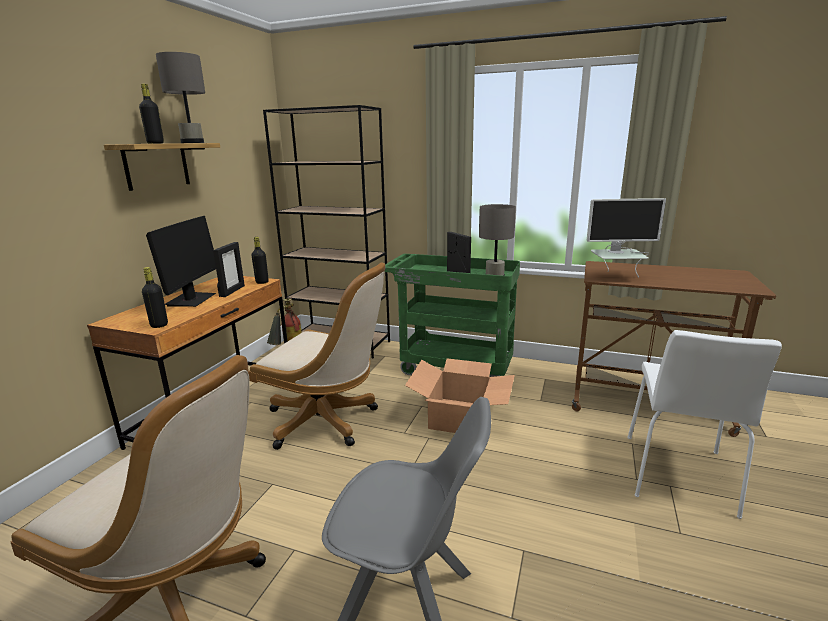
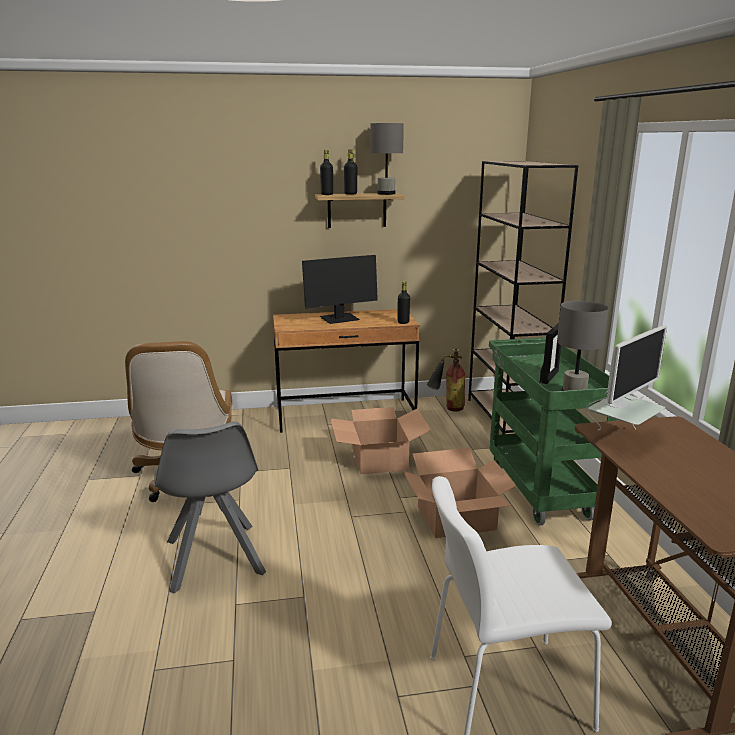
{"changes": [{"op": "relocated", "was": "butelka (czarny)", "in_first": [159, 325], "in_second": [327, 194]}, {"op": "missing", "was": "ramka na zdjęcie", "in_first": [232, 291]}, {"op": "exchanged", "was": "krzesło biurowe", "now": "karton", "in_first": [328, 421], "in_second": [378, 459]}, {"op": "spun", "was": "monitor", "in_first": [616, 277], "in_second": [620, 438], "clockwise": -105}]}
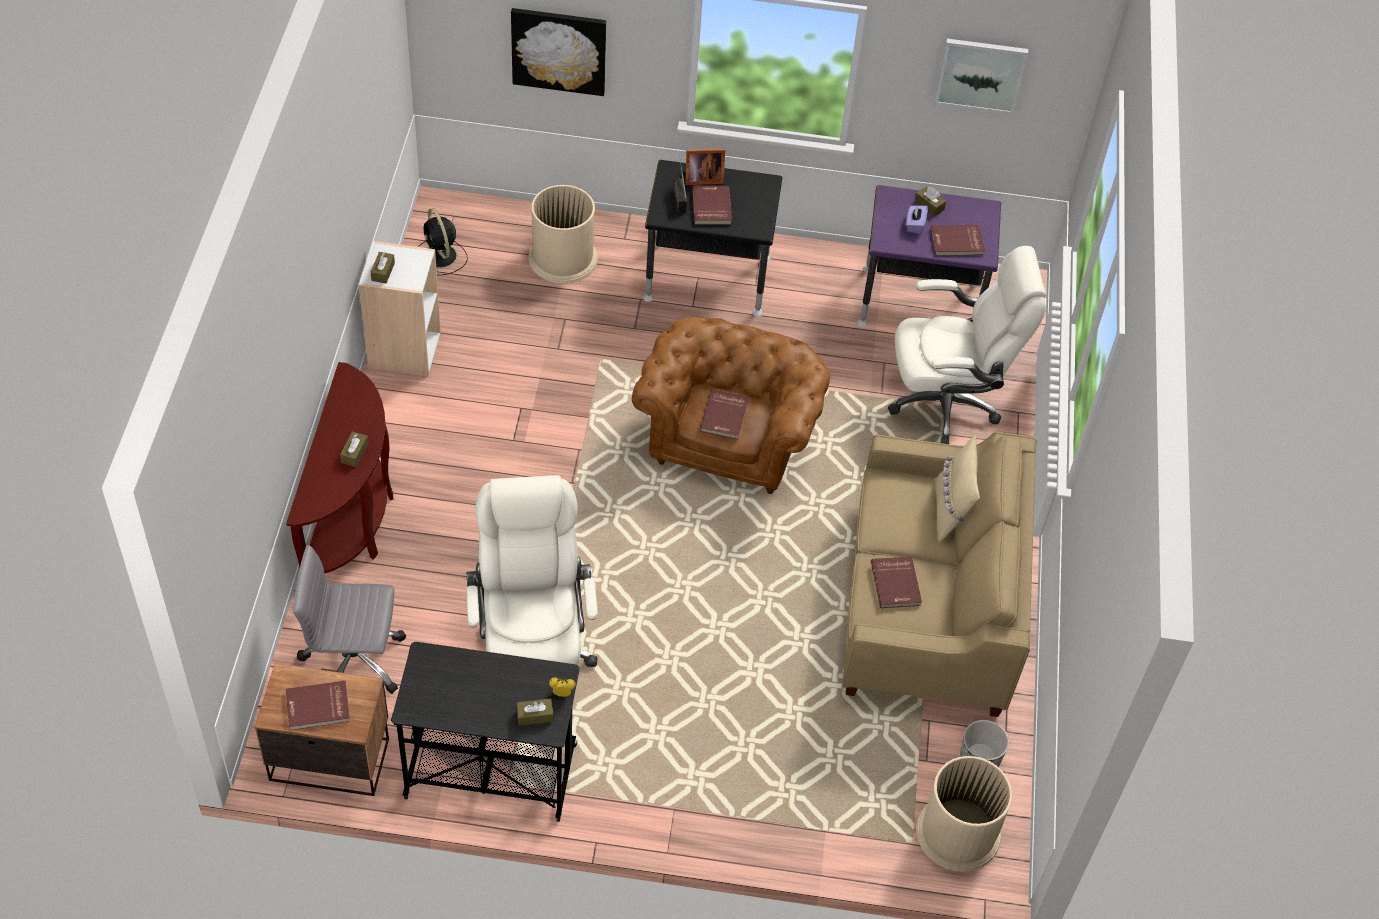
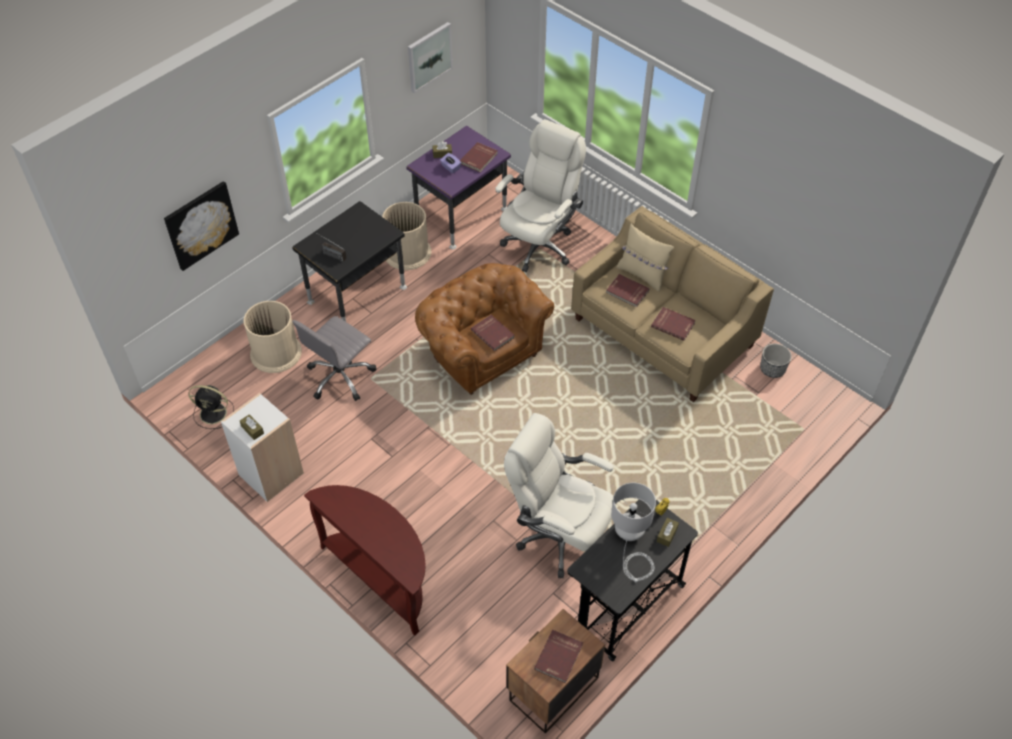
{"changes": [{"op": "relocated", "was": "krzesło biurowe (szary)", "in_first": [353, 661], "in_second": [340, 377]}, {"op": "missing", "was": "pudełko chusteczek (brązowy)", "in_first": [354, 453]}, {"op": "missing", "was": "ramka na zdjęcie", "in_first": [702, 178]}, {"op": "relocated", "was": "książka (czerwony)", "in_first": [710, 207], "in_second": [627, 292]}, {"op": "relocated", "was": "kosz na śmieci (beżowy)", "in_first": [958, 833], "in_second": [407, 252]}, {"op": "appeared", "now": "lampa stołowa (szary)", "in_second": [632, 545]}]}
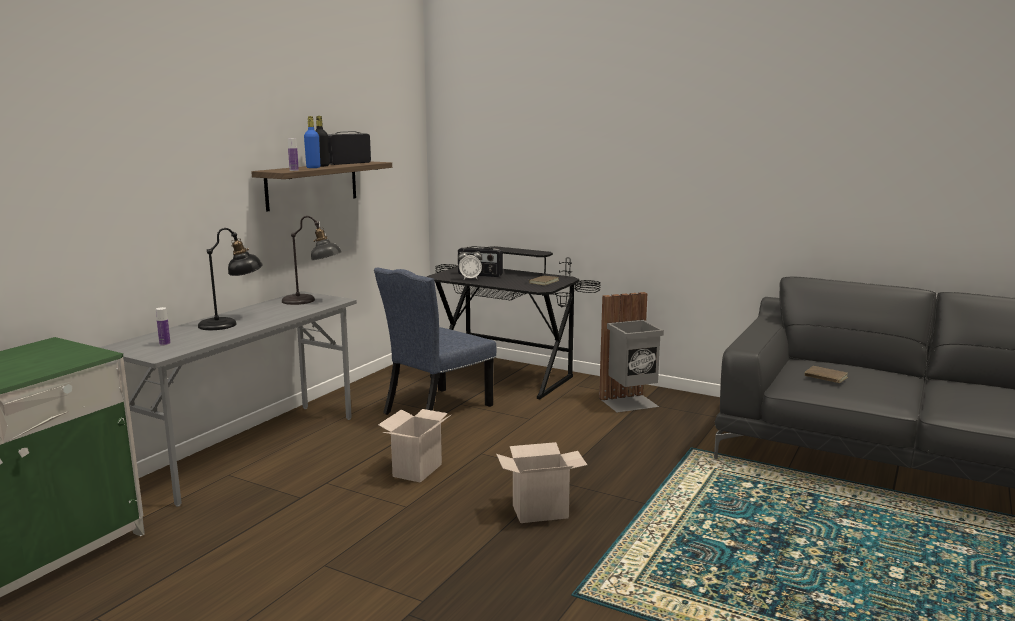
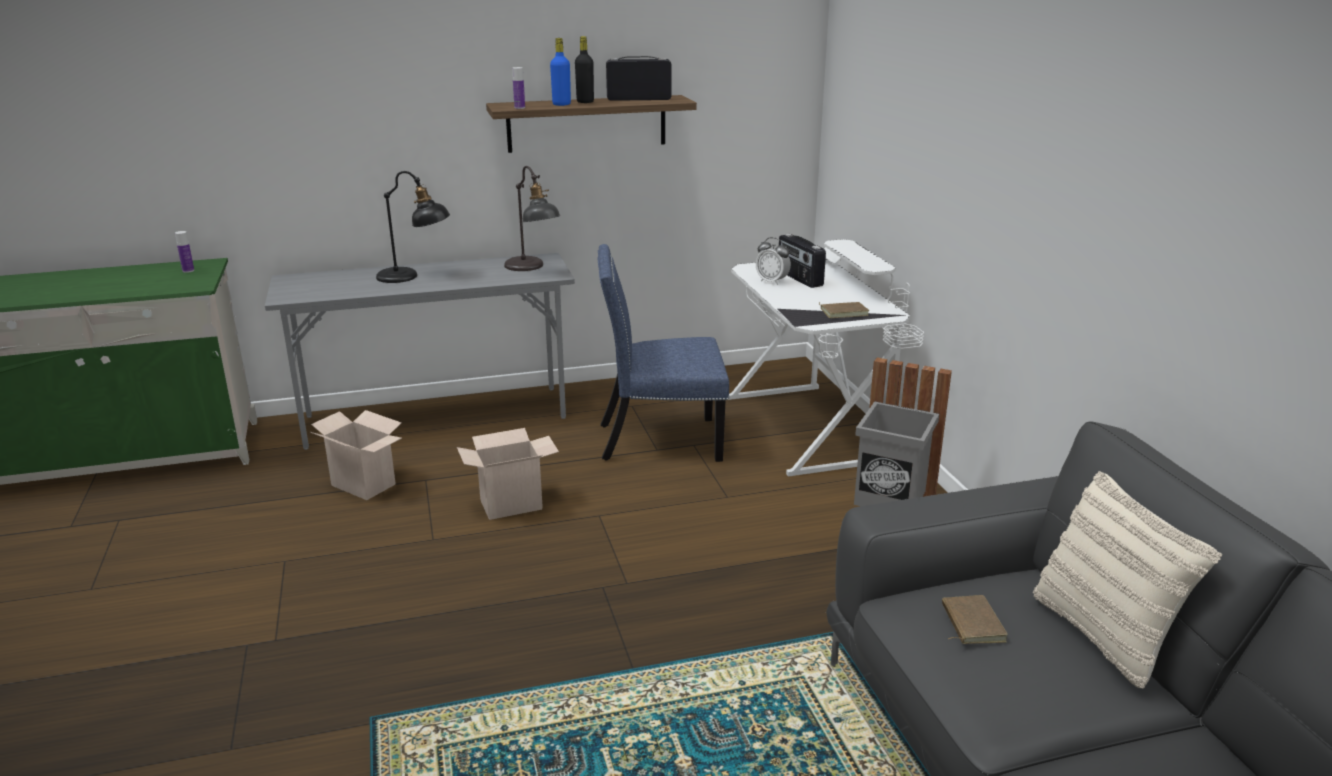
{"changes": [{"op": "relocated", "was": "butelka", "in_first": [165, 344], "in_second": [188, 270]}, {"op": "colour", "was": "biurko (czarny)", "now": "biurko (biały)", "in_first": [504, 376], "in_second": [810, 427]}, {"op": "relocated", "was": "karton", "in_first": [541, 511], "in_second": [366, 484]}, {"op": "appeared", "now": "poduszka (beżowy)", "in_second": [1104, 638]}]}
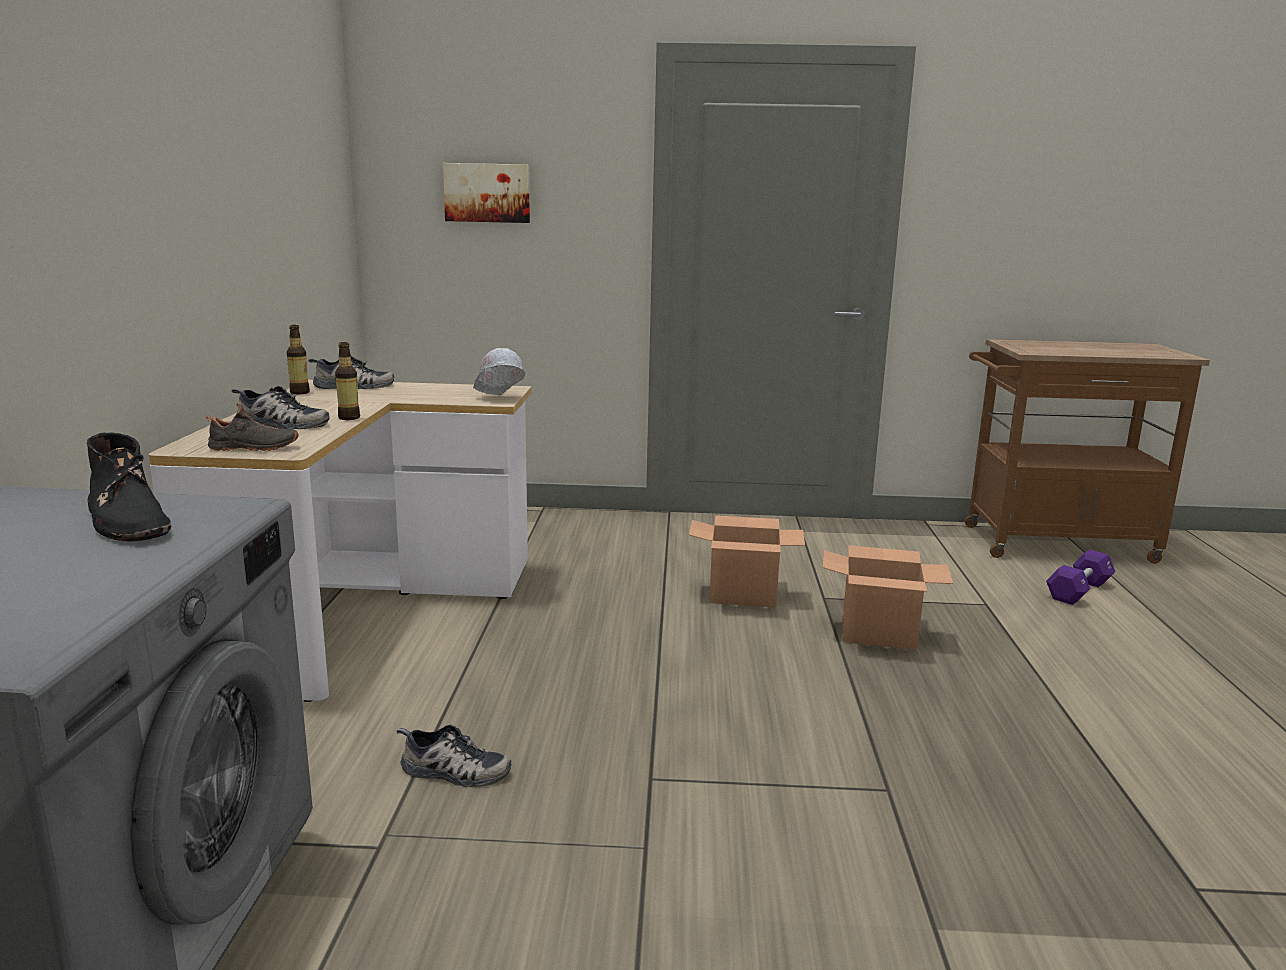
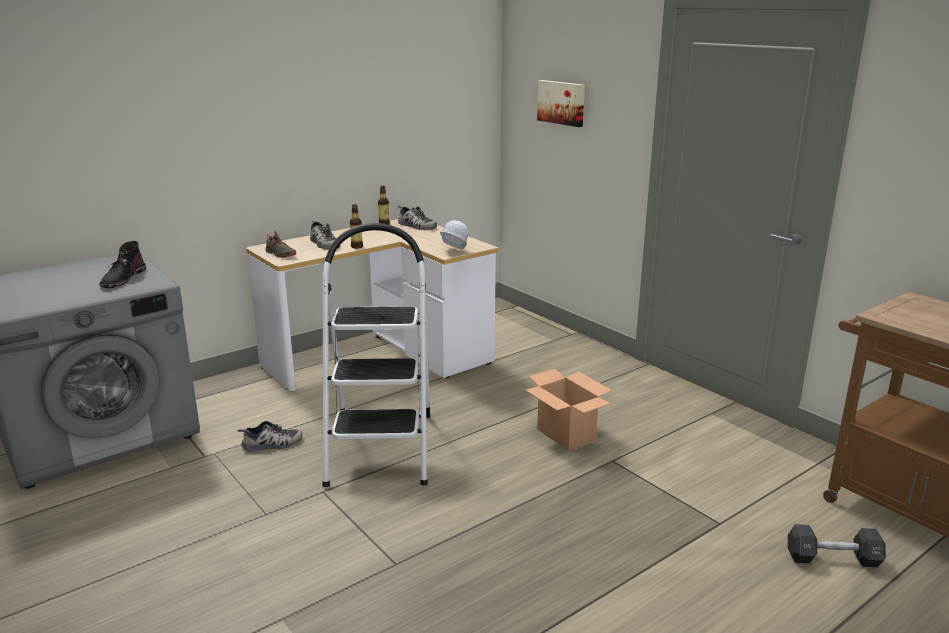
{"changes": [{"op": "spun", "was": "but", "in_first": [453, 772], "in_second": [271, 444], "clockwise": -75}, {"op": "missing", "was": "karton", "in_first": [879, 634]}, {"op": "colour", "was": "hantel (fioletowy)", "now": "hantel (czarny)", "in_first": [1078, 591], "in_second": [832, 558]}, {"op": "appeared", "now": "drabinka", "in_second": [382, 447]}]}
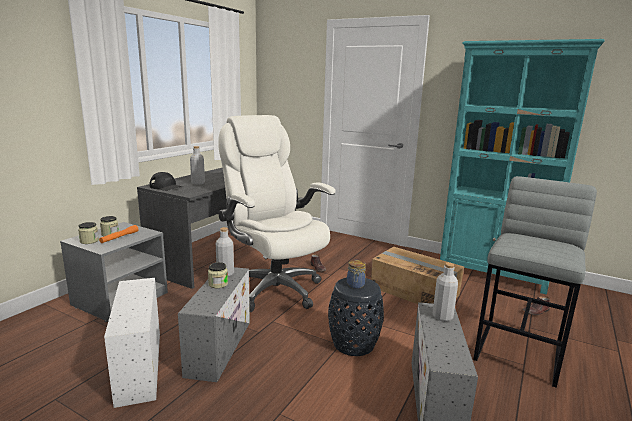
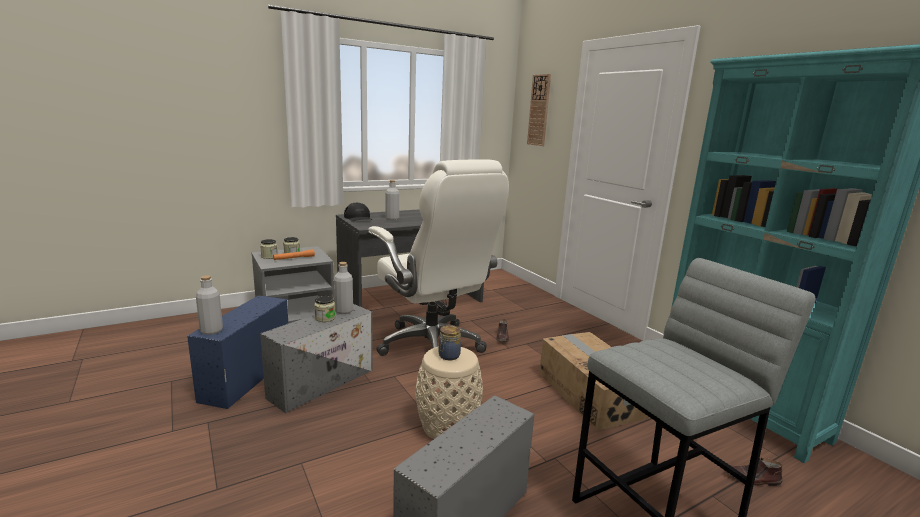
{"changes": [{"op": "colour", "was": "pojemnik do przechowywania (biały)", "now": "pojemnik do przechowywania (niebieski)", "in_first": [139, 367], "in_second": [246, 378]}, {"op": "spun", "was": "krzesło biurowe (biały)", "in_first": [275, 289], "in_second": [432, 346], "clockwise": 150}, {"op": "colour", "was": "stołek (czarny)", "now": "stołek (beżowy)", "in_first": [353, 344], "in_second": [447, 426]}, {"op": "relocated", "was": "butelka (szary)", "in_first": [442, 317], "in_second": [211, 331]}, {"op": "appeared", "now": "zegar ścienny", "in_second": [539, 110]}]}
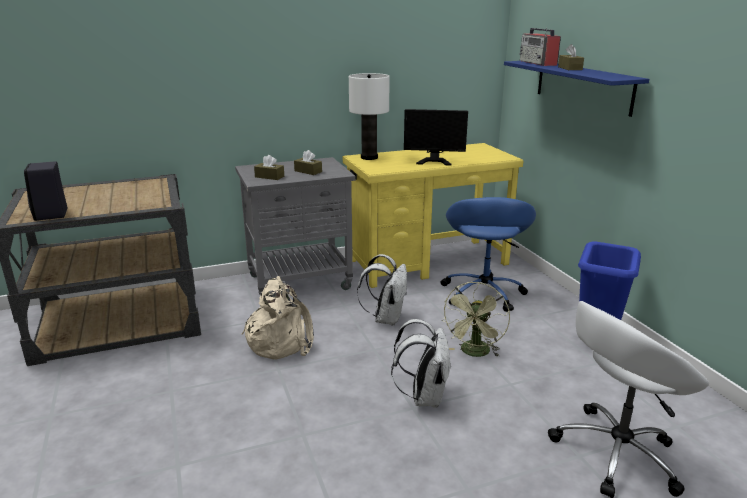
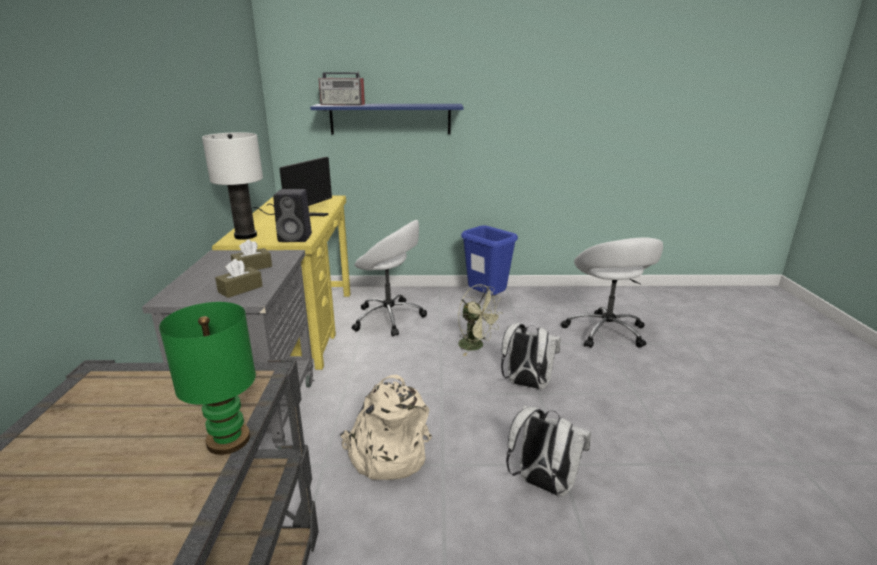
{"changes": [{"op": "relocated", "was": "głośnik (czarny)", "in_first": [51, 215], "in_second": [296, 238]}, {"op": "relocated", "was": "plecak (biały)", "in_first": [386, 318], "in_second": [542, 484]}, {"op": "colour", "was": "krzesło biurowe (niebieski)", "now": "krzesło biurowe (biały)", "in_first": [483, 295], "in_second": [390, 318]}, {"op": "missing", "was": "pudełko chusteczek (brązowy)", "in_first": [570, 68]}, {"op": "appeared", "now": "lampa stołowa (zielony)", "in_second": [229, 440]}]}
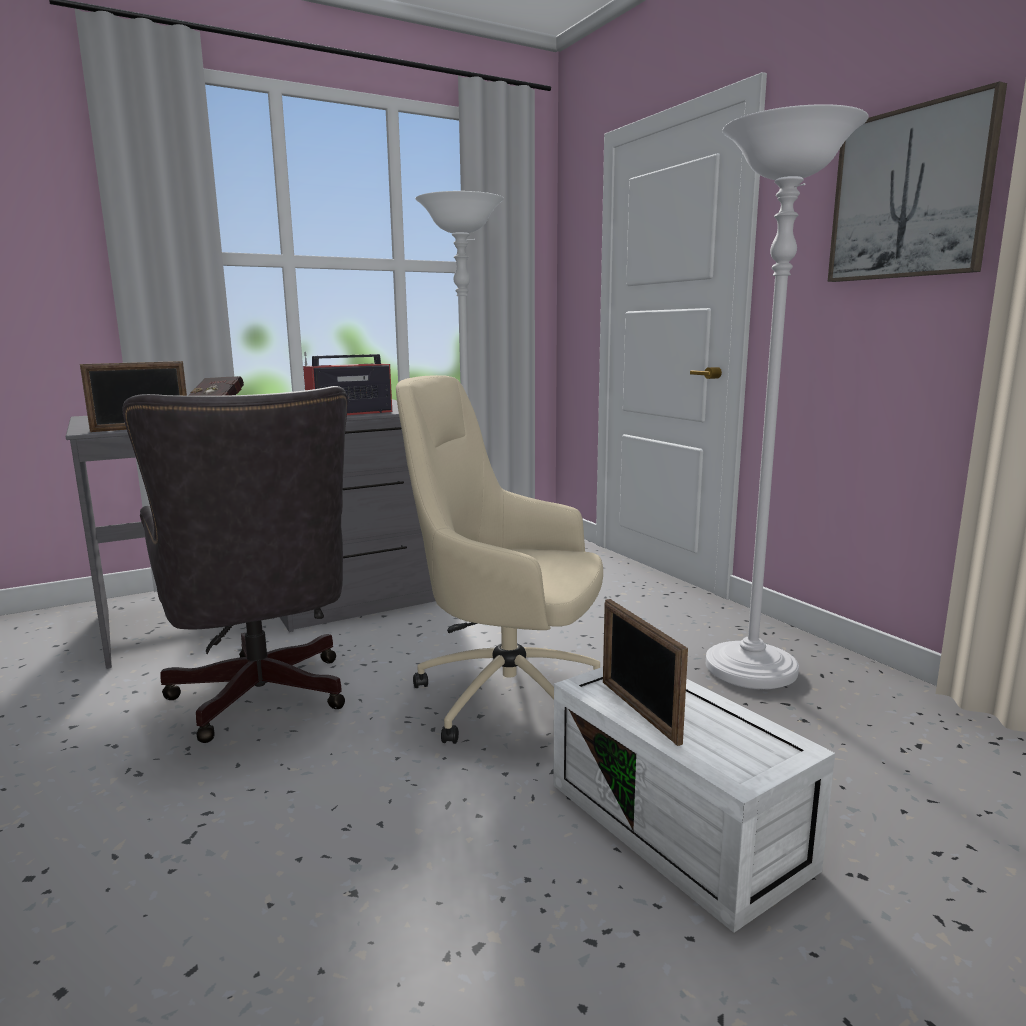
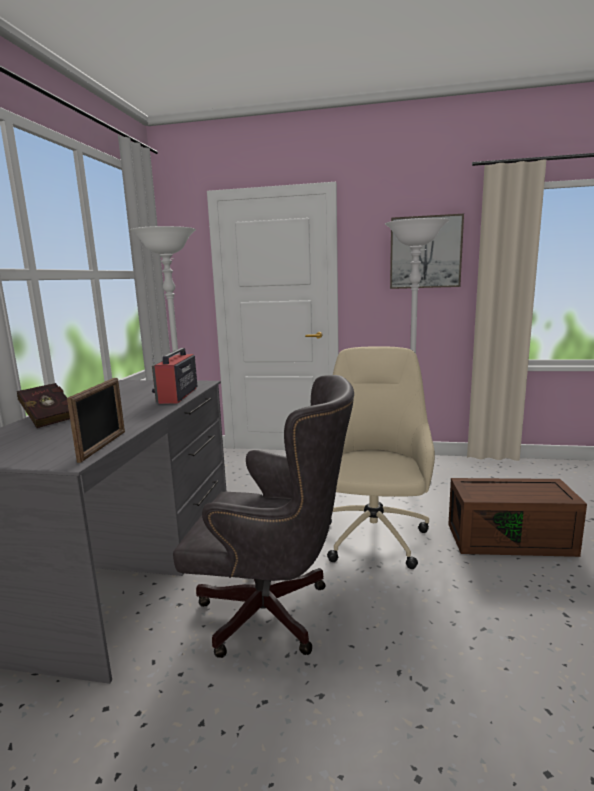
{"changes": [{"op": "spun", "was": "krzesło biurowe (beżowy)", "in_first": [508, 701], "in_second": [373, 536], "clockwise": 135}, {"op": "colour", "was": "pojemnik do przechowywania (biały)", "now": "pojemnik do przechowywania (brązowy)", "in_first": [681, 825], "in_second": [511, 538]}, {"op": "missing", "was": "ramka na zdjęcie", "in_first": [638, 711]}]}
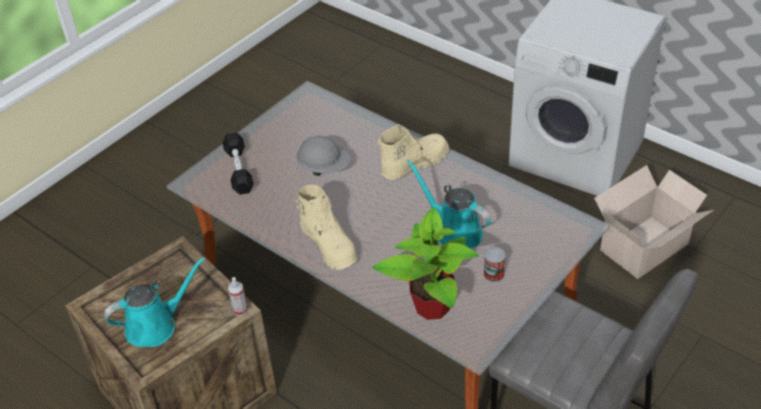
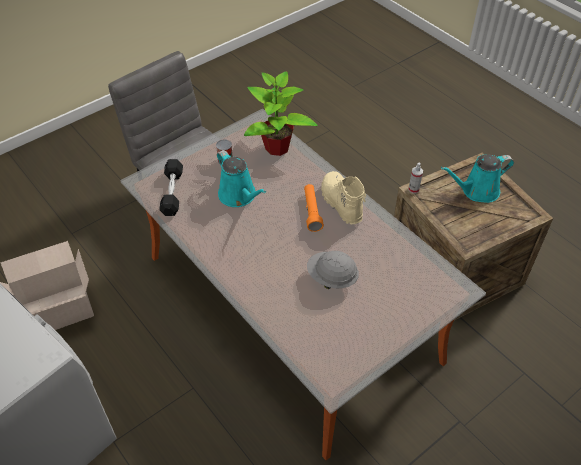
{"changes": [{"op": "relocated", "was": "hantel (czarny)", "in_first": [239, 170], "in_second": [172, 192]}, {"op": "missing", "was": "but z cholewką (beżowy)", "in_first": [414, 163]}, {"op": "appeared", "now": "latarka (pomarańczowy)", "in_second": [311, 212]}]}
